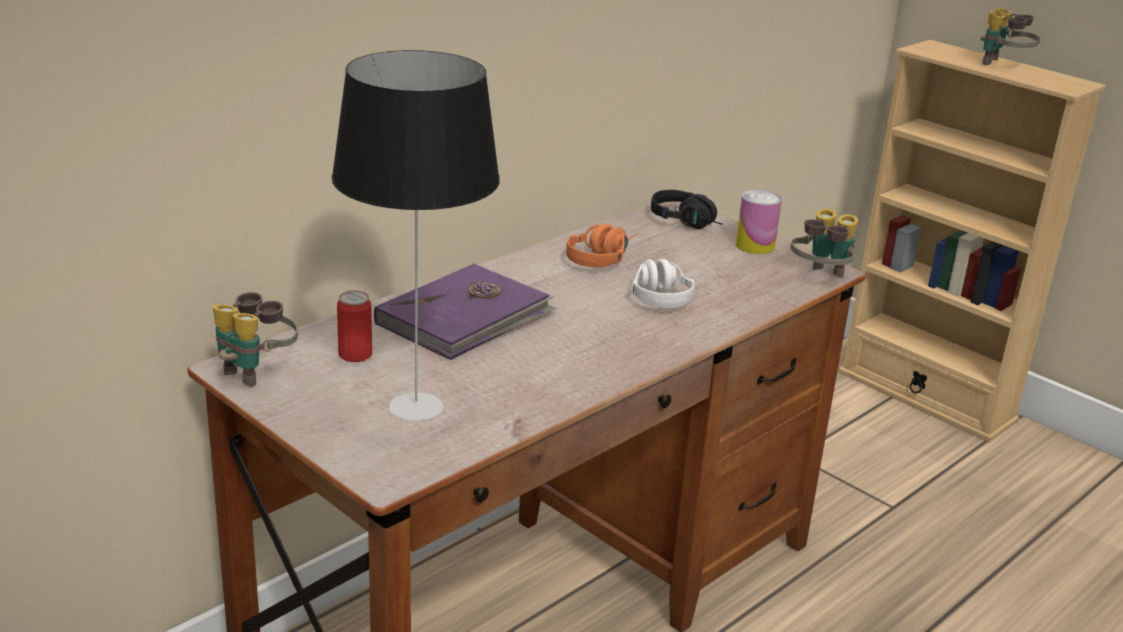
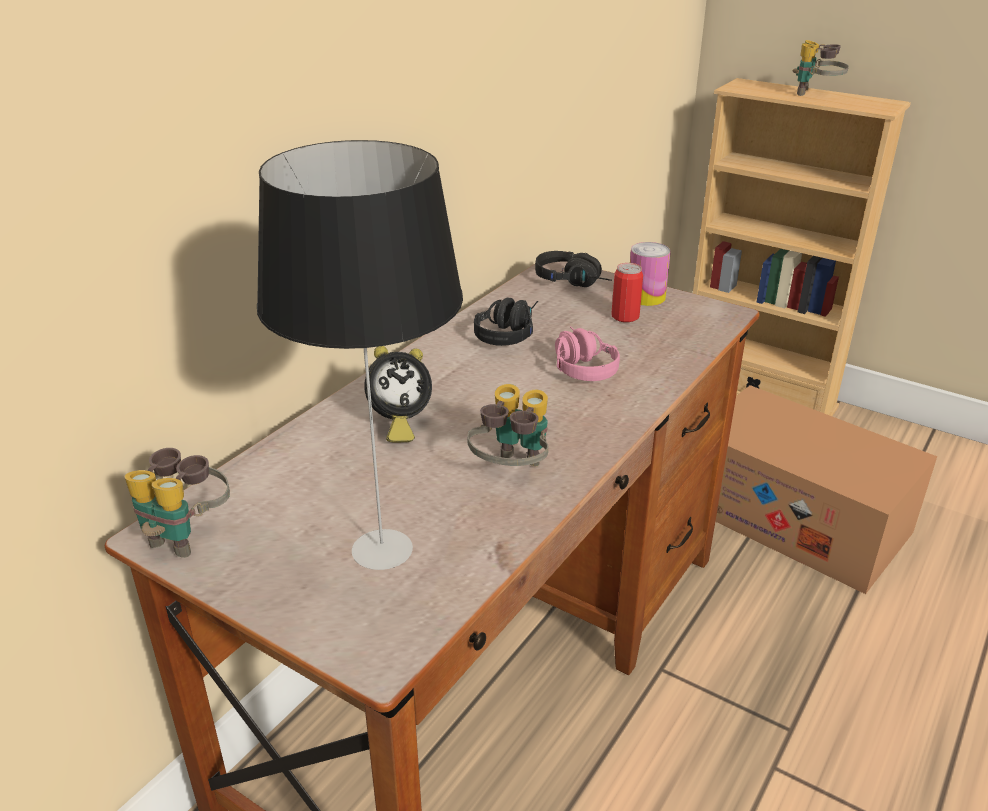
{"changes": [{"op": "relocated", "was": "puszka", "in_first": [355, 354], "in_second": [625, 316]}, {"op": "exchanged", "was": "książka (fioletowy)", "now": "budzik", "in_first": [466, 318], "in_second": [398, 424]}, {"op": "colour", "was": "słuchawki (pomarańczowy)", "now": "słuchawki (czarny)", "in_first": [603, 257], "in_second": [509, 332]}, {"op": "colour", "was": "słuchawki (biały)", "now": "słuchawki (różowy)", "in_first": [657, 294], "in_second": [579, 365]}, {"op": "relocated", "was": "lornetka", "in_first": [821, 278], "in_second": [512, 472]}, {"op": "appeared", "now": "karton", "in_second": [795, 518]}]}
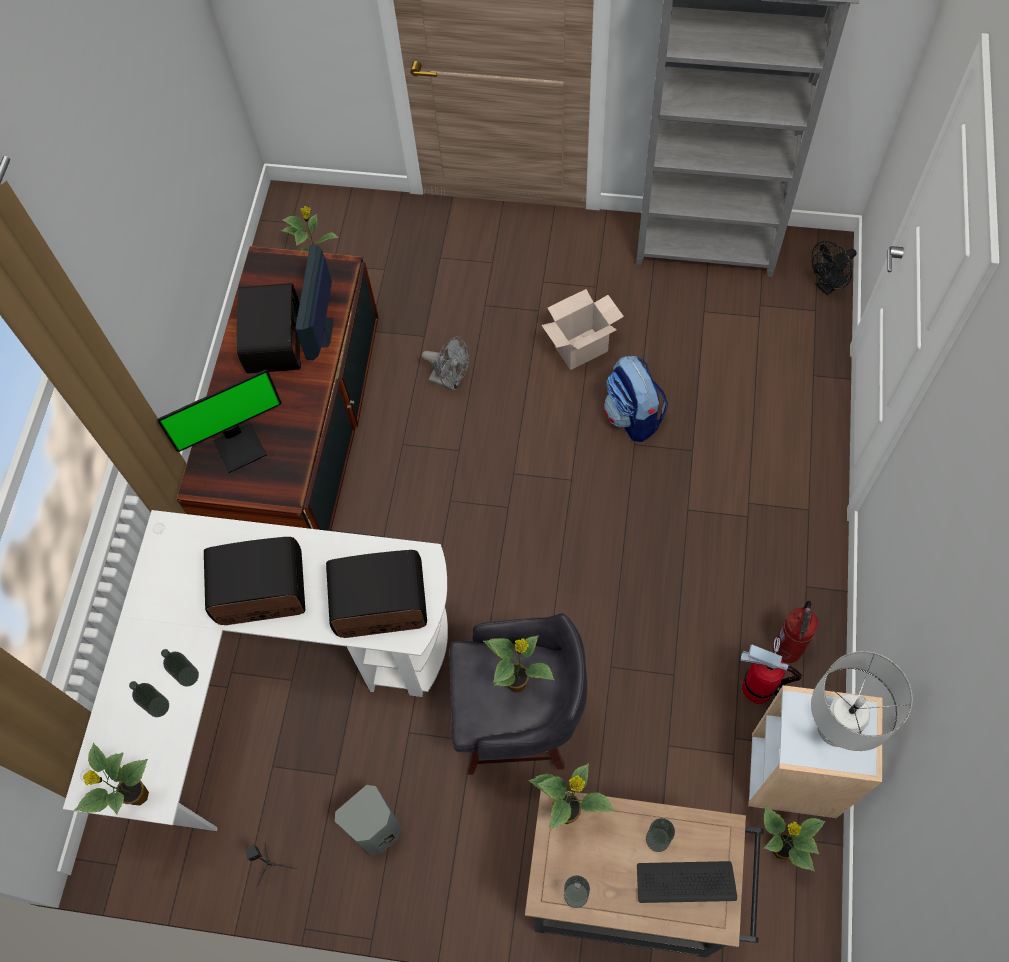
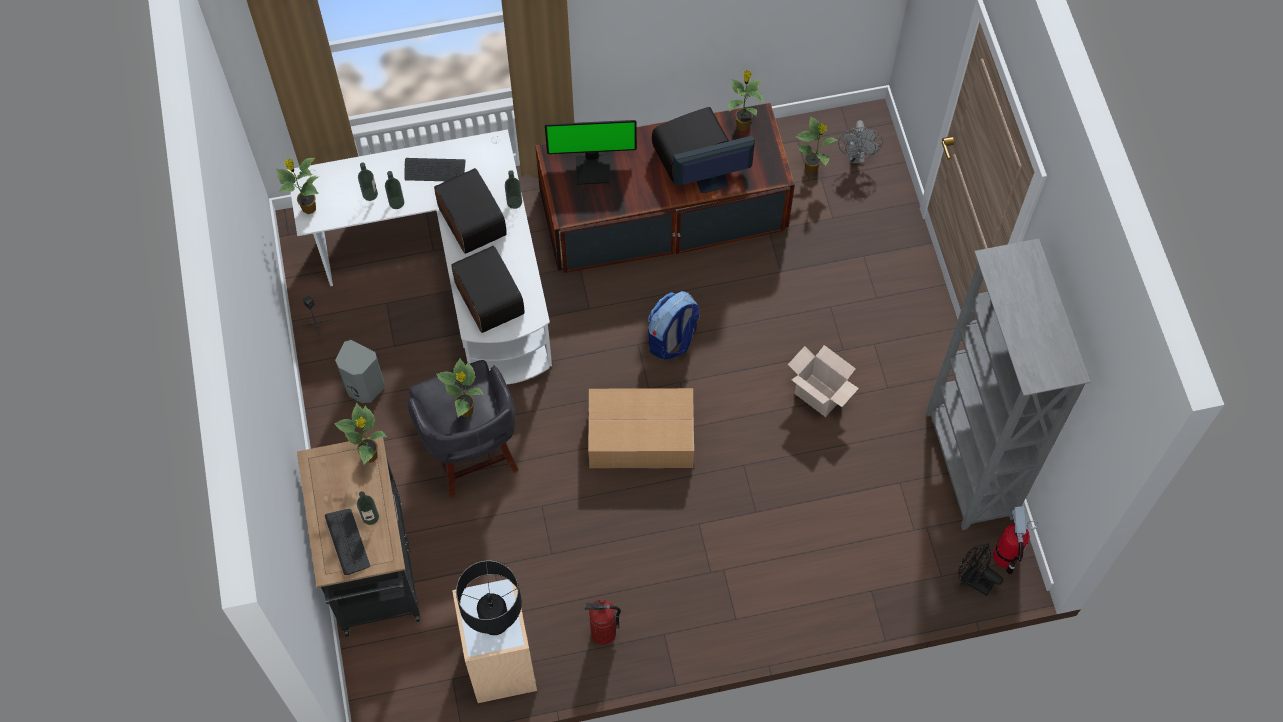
{"changes": [{"op": "spun", "was": "monitor", "in_first": [240, 446], "in_second": [593, 168], "clockwise": -45}, {"op": "relocated", "was": "wentylator (szary)", "in_first": [450, 380], "in_second": [857, 157]}, {"op": "relocated", "was": "butelka", "in_first": [576, 895], "in_second": [514, 202]}, {"op": "relocated", "was": "plecak", "in_first": [633, 416], "in_second": [672, 339]}, {"op": "relocated", "was": "gaśnica", "in_first": [758, 688], "in_second": [1006, 556]}, {"op": "relocated", "was": "roślina doniczkowa", "in_first": [779, 849], "in_second": [743, 124]}, {"op": "colour", "was": "lampa stołowa (biały)", "now": "lampa stołowa (czarny)", "in_first": [836, 727], "in_second": [495, 620]}, {"op": "appeared", "now": "klawiatura", "in_second": [435, 170]}, {"op": "appeared", "now": "karton", "in_second": [639, 436]}]}
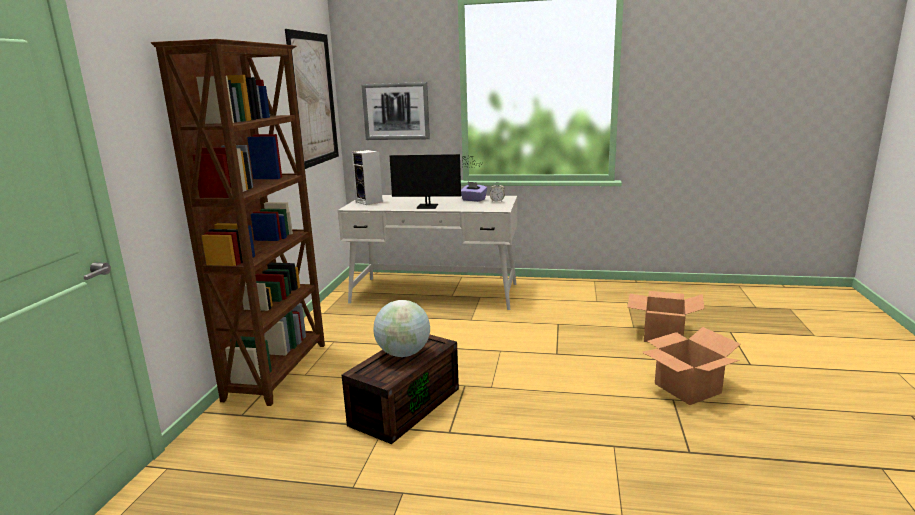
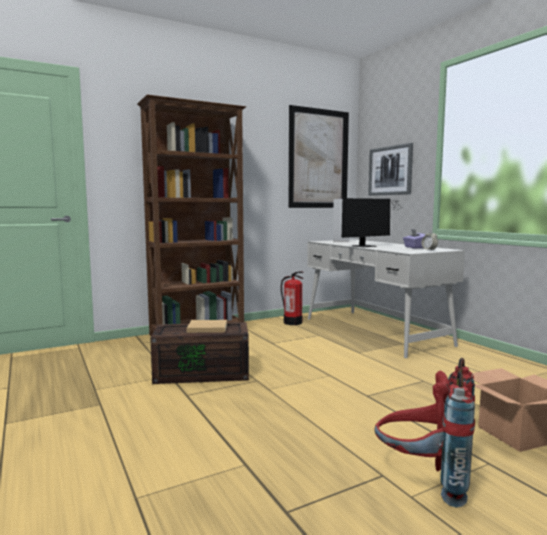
{"changes": [{"op": "exchanged", "was": "globus", "now": "książka (beżowy)", "in_first": [403, 354], "in_second": [206, 328]}, {"op": "spun", "was": "monitor", "in_first": [430, 206], "in_second": [367, 246], "clockwise": -90}, {"op": "exchanged", "was": "karton", "now": "plecak (czerwony)", "in_first": [688, 389], "in_second": [423, 479]}, {"op": "appeared", "now": "gaśnica", "in_second": [292, 322]}]}
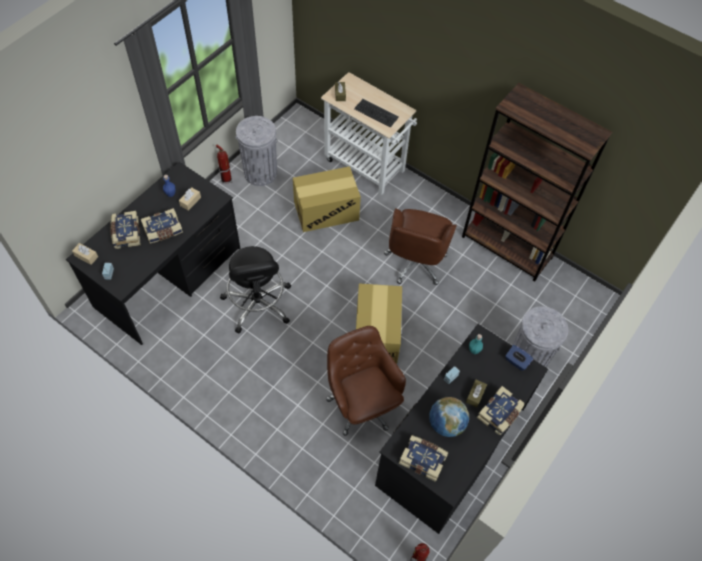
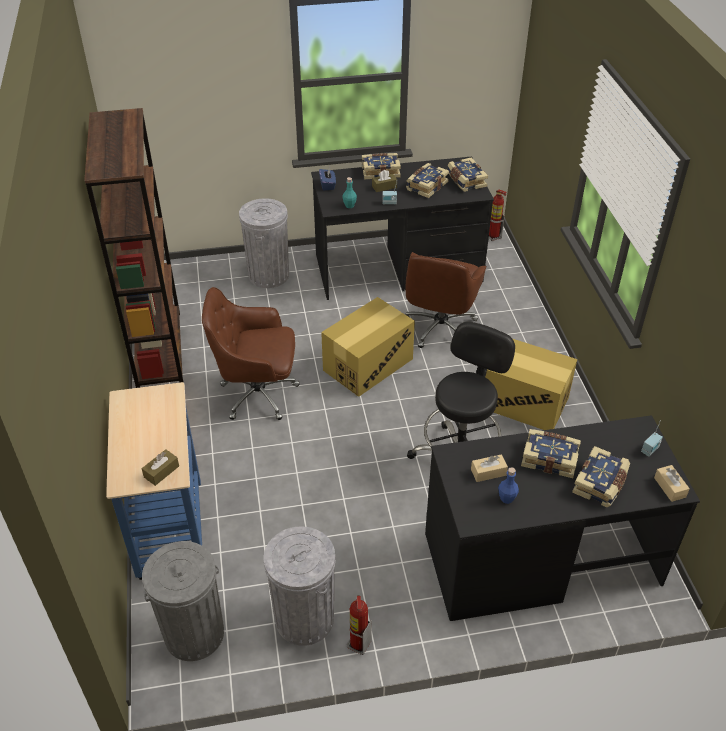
{"changes": [{"op": "relocated", "was": "karton", "in_first": [326, 211], "in_second": [522, 402]}, {"op": "colour", "was": "wózek (biały)", "now": "wózek (niebieski)", "in_first": [366, 166], "in_second": [170, 527]}, {"op": "missing", "was": "klawiatura", "in_first": [376, 113]}, {"op": "spun", "was": "krzesło biurowe (brązowy)", "in_first": [415, 262], "in_second": [258, 394], "clockwise": -150}, {"op": "exchanged", "was": "globus", "now": "książka", "in_first": [446, 424], "in_second": [426, 186]}, {"op": "appeared", "now": "kosz na śmieci (szary)", "in_second": [194, 633]}]}
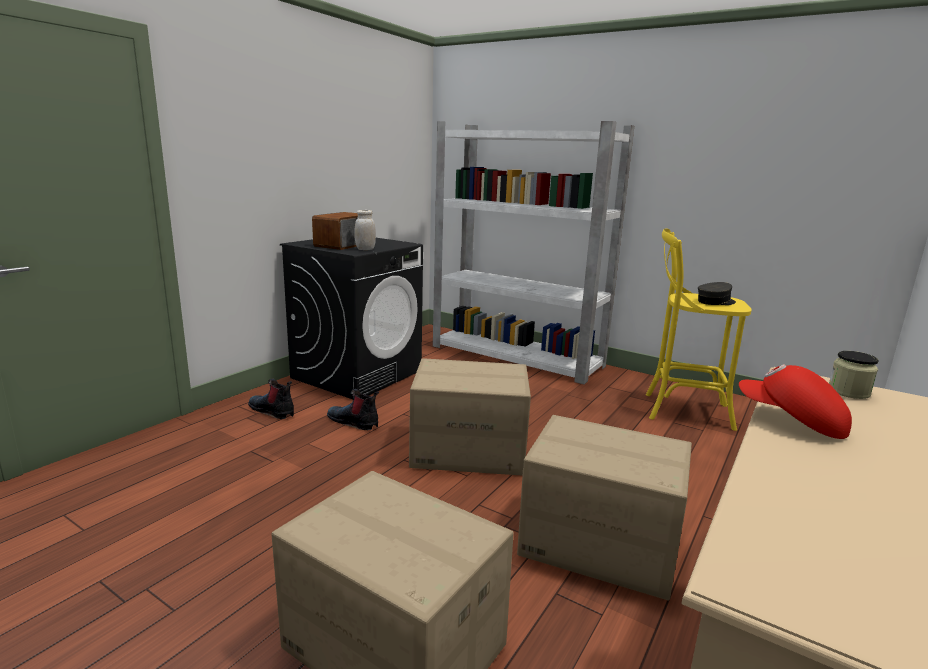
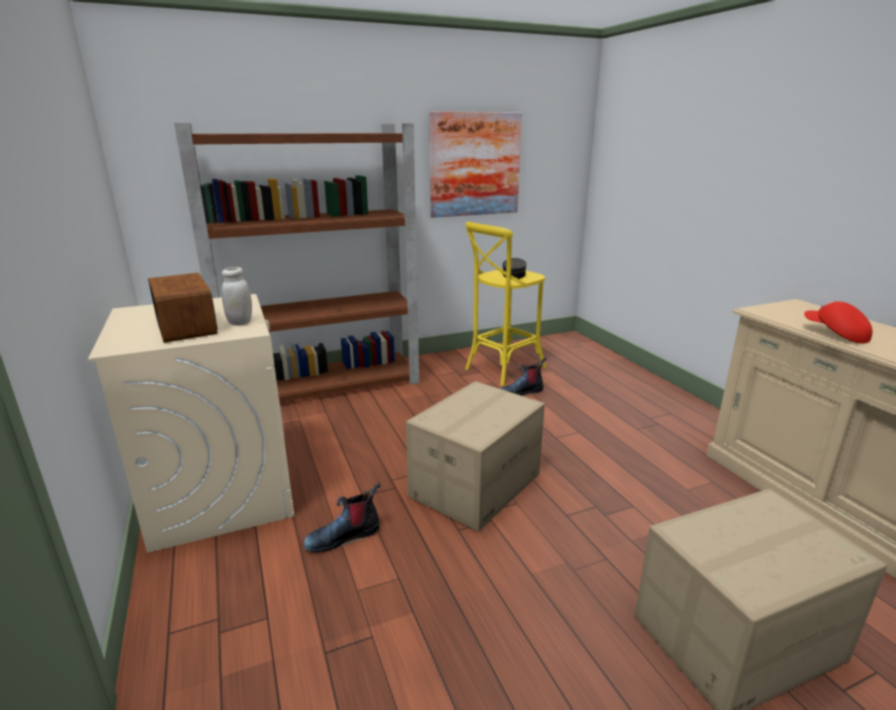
{"changes": [{"op": "relocated", "was": "but z cholewką", "in_first": [273, 411], "in_second": [521, 392]}, {"op": "colour", "was": "pralka (czarny)", "now": "pralka (beżowy)", "in_first": [357, 374], "in_second": [221, 492]}, {"op": "colour", "was": "regał (biały)", "now": "regał (brązowy)", "in_first": [516, 356], "in_second": [322, 385]}, {"op": "missing", "was": "karton", "in_first": [598, 544]}, {"op": "spun", "was": "czapka z daszkiem (czerwony)", "in_first": [791, 421], "in_second": [835, 334], "clockwise": 75}, {"op": "missing", "was": "słoik", "in_first": [848, 392]}, {"op": "appeared", "now": "obraz", "in_second": [475, 164]}]}
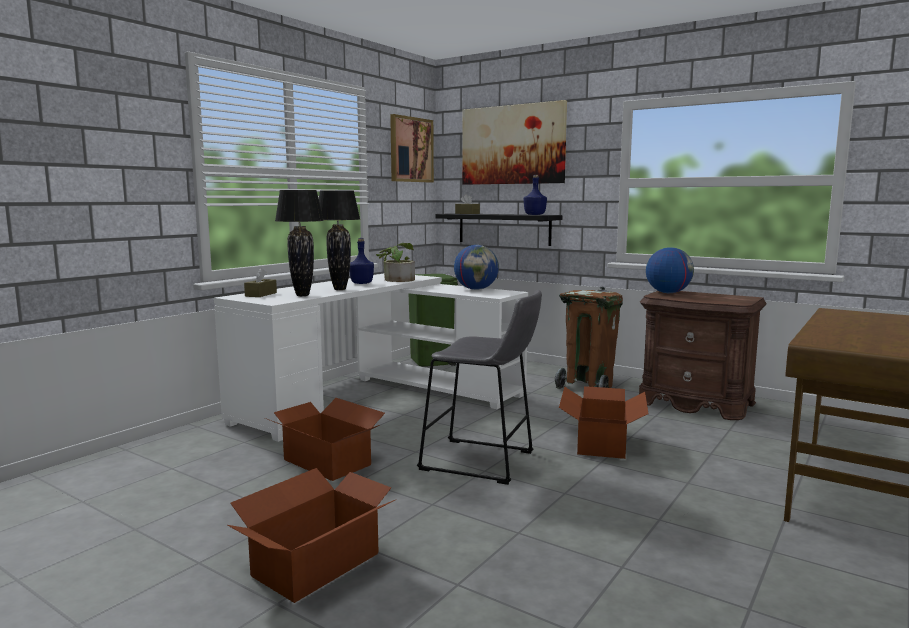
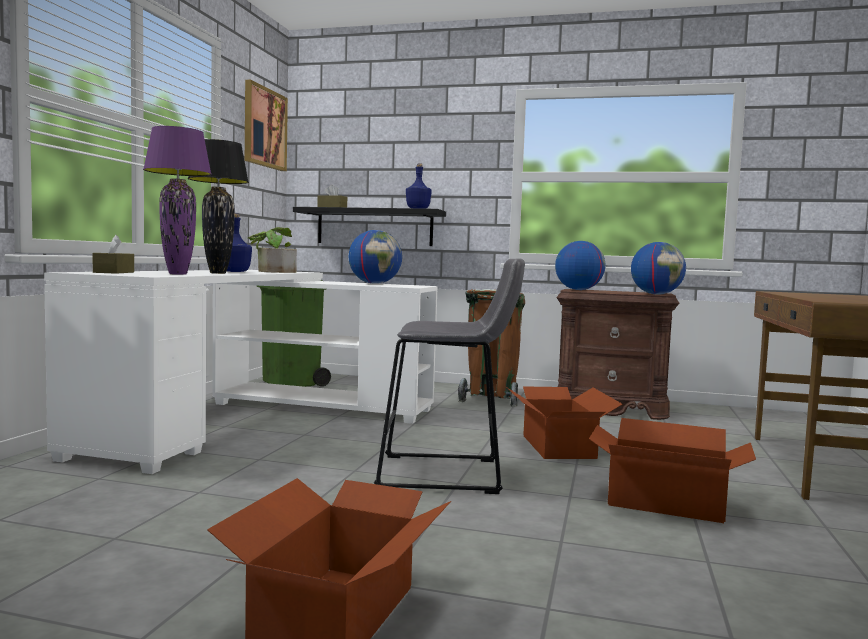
{"changes": [{"op": "relocated", "was": "karton", "in_first": [327, 462], "in_second": [664, 502]}, {"op": "colour", "was": "lampa stołowa (czarny)", "now": "lampa stołowa (fioletowy)", "in_first": [302, 295], "in_second": [178, 274]}, {"op": "missing", "was": "obraz", "in_first": [512, 145]}, {"op": "appeared", "now": "globus", "in_second": [656, 294]}]}
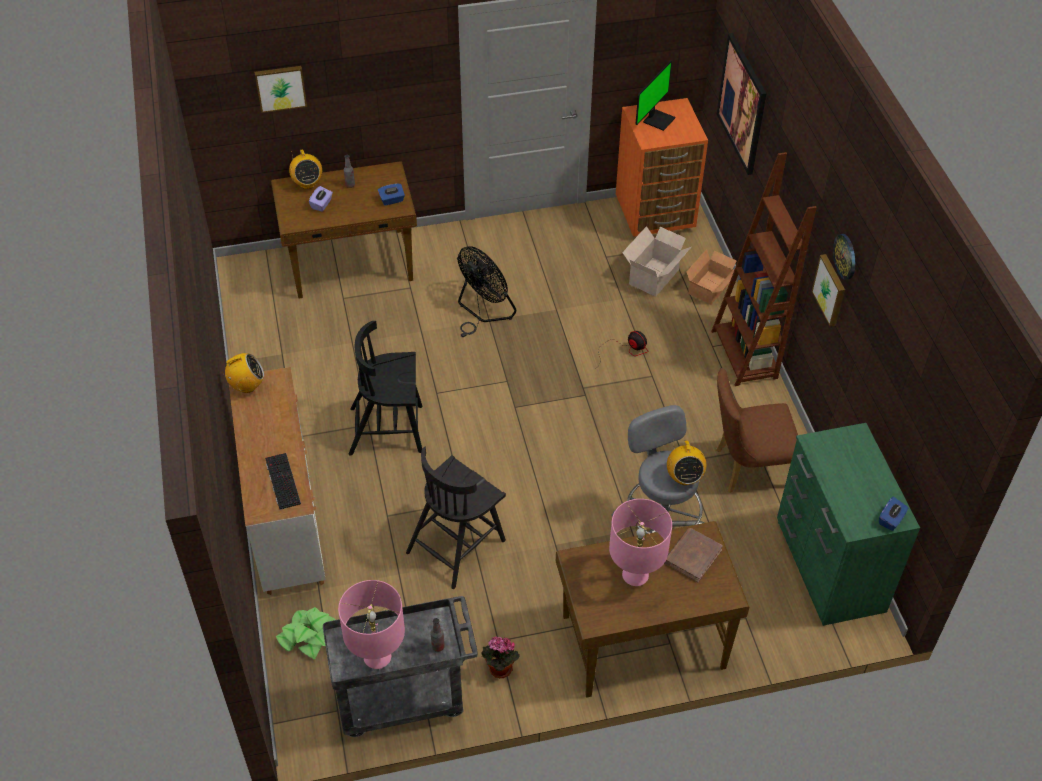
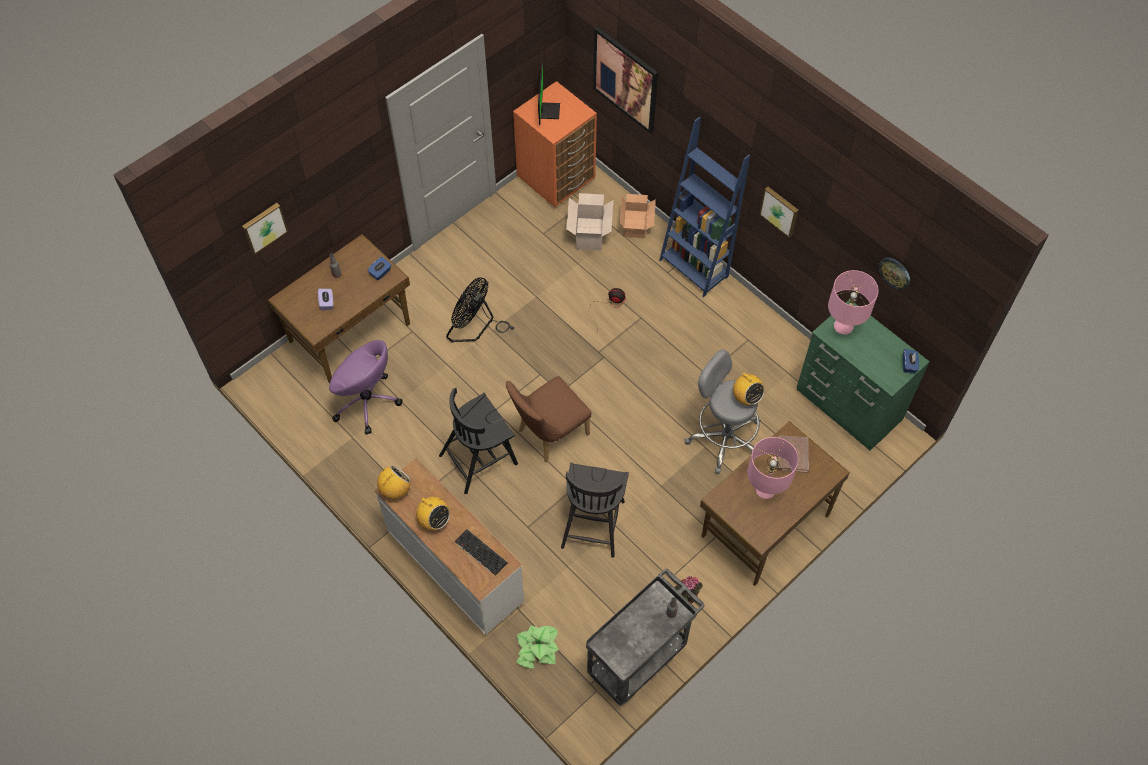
{"changes": [{"op": "relocated", "was": "radio", "in_first": [307, 183], "in_second": [434, 521]}, {"op": "relocated", "was": "lampa stołowa (różowy)", "in_first": [377, 658], "in_second": [843, 327]}, {"op": "spun", "was": "wentylator (czarny)", "in_first": [479, 309], "in_second": [478, 324], "clockwise": -75}, {"op": "colour", "was": "regał (brązowy)", "now": "regał (niebieski)", "in_first": [744, 354], "in_second": [694, 268]}, {"op": "relocated", "was": "krzesło (brązowy)", "in_first": [747, 468], "in_second": [548, 434]}, {"op": "relocated", "was": "zegar ścienny", "in_first": [845, 256], "in_second": [895, 273]}, {"op": "appeared", "now": "krzesło biurowe (fioletowy)", "in_second": [368, 404]}]}
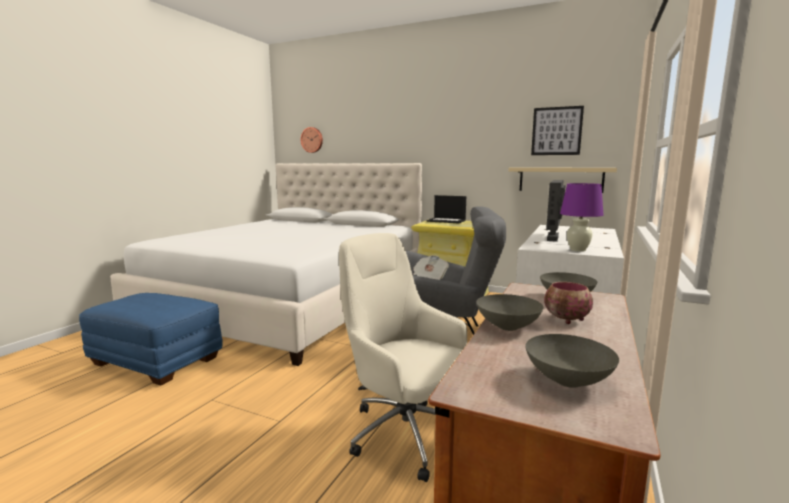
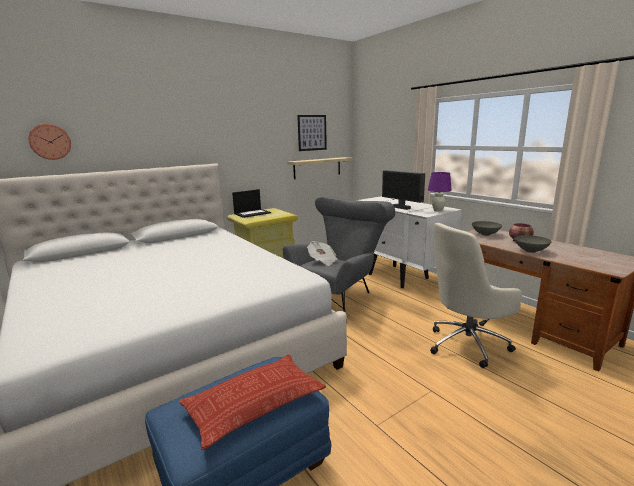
{"changes": [{"op": "missing", "was": "miska (szary)", "in_first": [567, 381]}, {"op": "appeared", "now": "poduszka", "in_second": [254, 403]}]}
